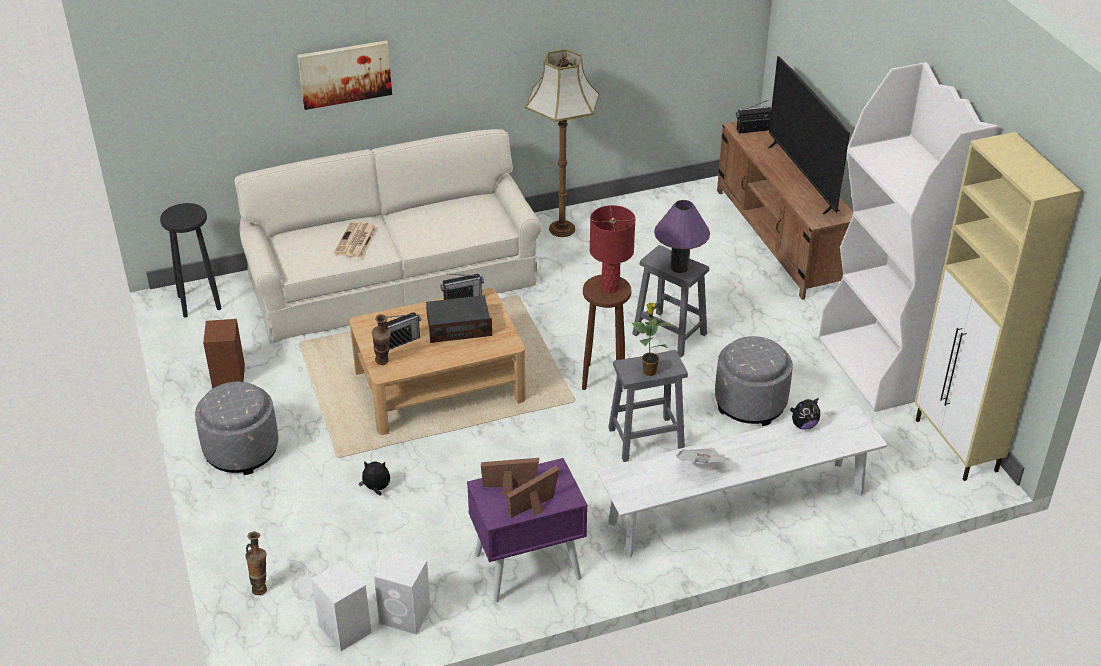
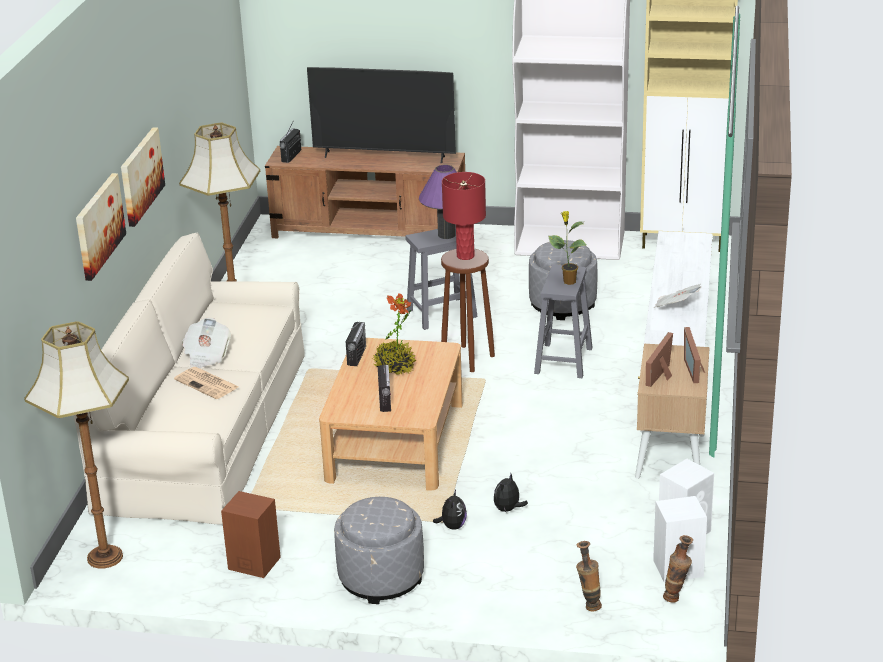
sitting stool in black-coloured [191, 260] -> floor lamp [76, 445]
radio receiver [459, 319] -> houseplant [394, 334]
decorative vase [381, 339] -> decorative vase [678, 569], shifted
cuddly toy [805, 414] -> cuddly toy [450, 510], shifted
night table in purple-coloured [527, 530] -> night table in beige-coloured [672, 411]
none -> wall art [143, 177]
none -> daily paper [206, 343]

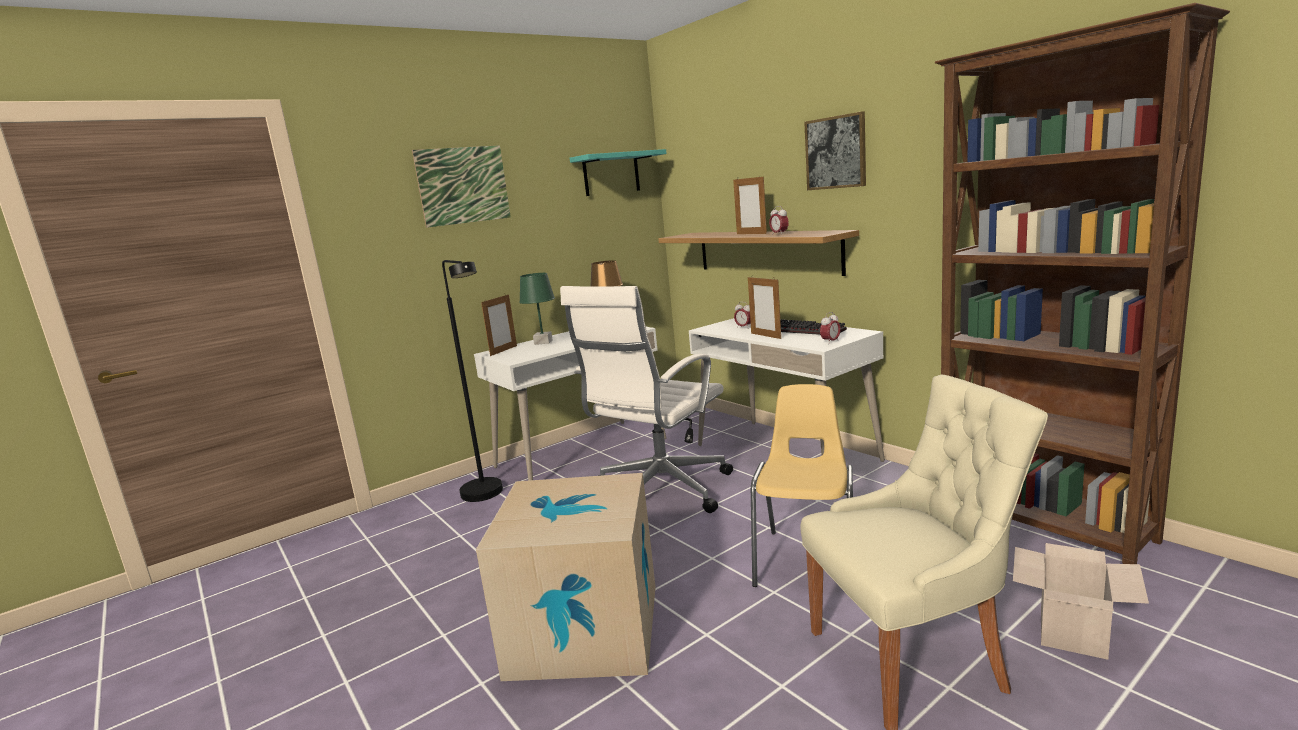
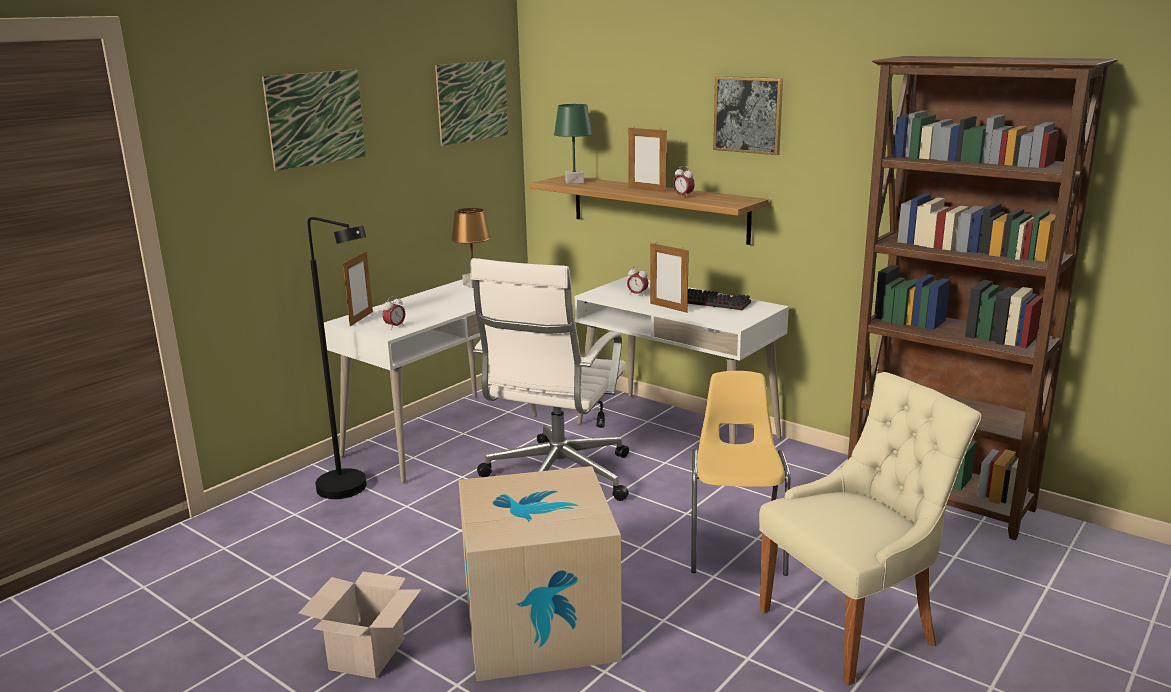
bracket shelf in turquoise-coloured [618, 172] -> wall art [471, 103]
lamp for a table in green [537, 309] -> lamp for a table in green [573, 144], shifted
bedside clock [830, 327] -> bedside clock [393, 313], shifted
cardboard box [1081, 601] -> cardboard box [360, 625], shifted

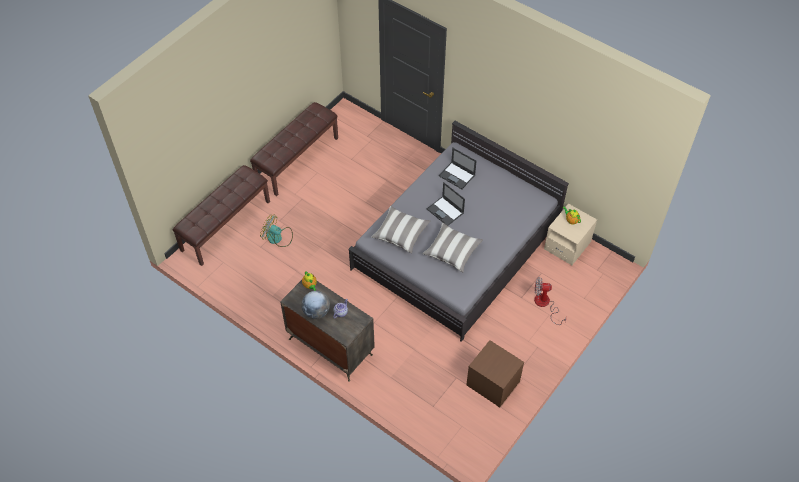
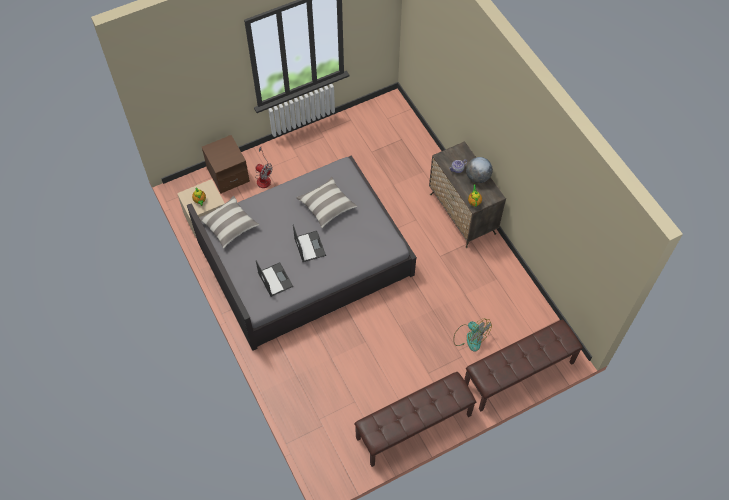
throw pillow [400, 229] -> throw pillow [229, 222], shifted
night table in brown [495, 373] -> night table in brown [226, 164], shifted

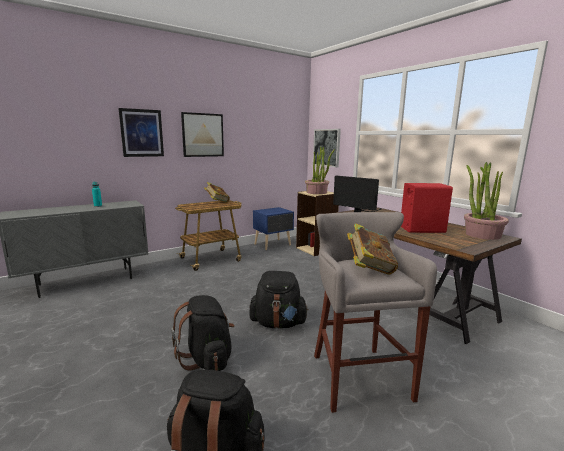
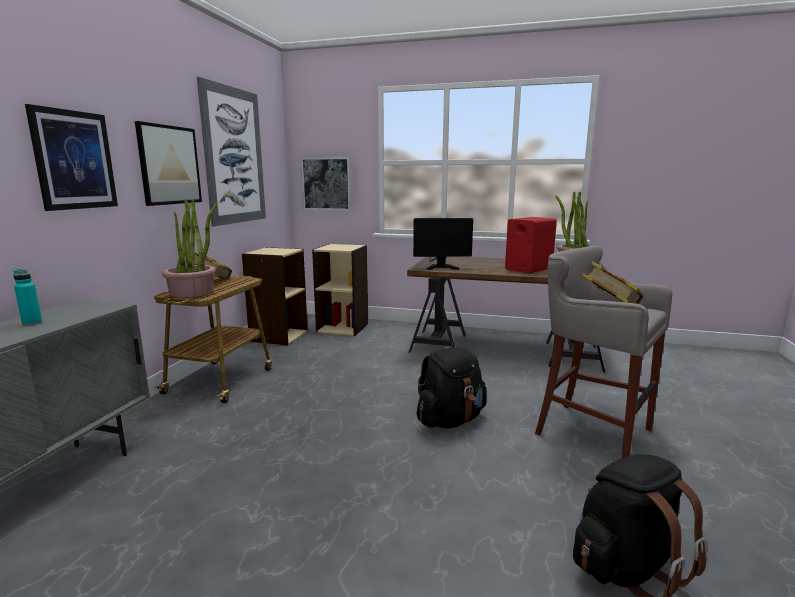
houseplant [320, 170] -> houseplant [189, 248], shifted
night table in blue [273, 228] -> bookshelf in beige-coloured [275, 296]
rucksack in black-coloured [202, 333] -> none
none -> wall art [231, 151]

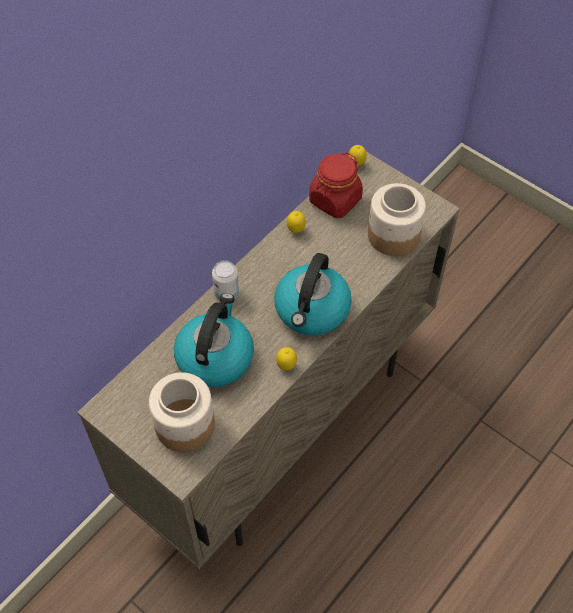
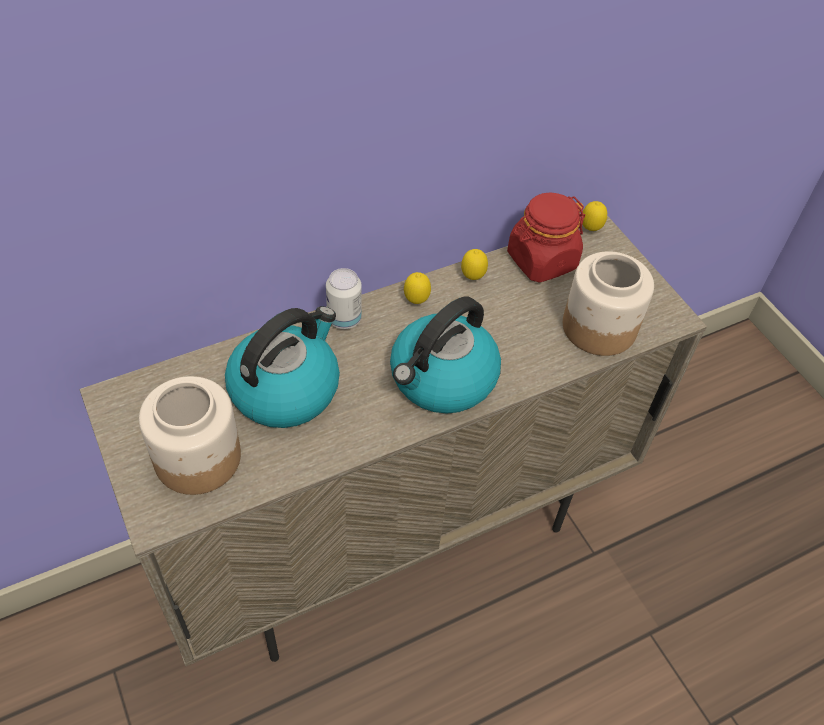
citrus fruit [286, 358] -> citrus fruit [417, 288], shifted

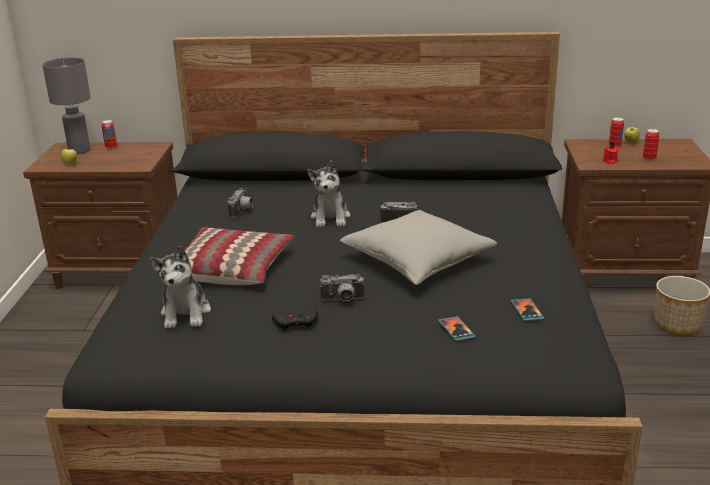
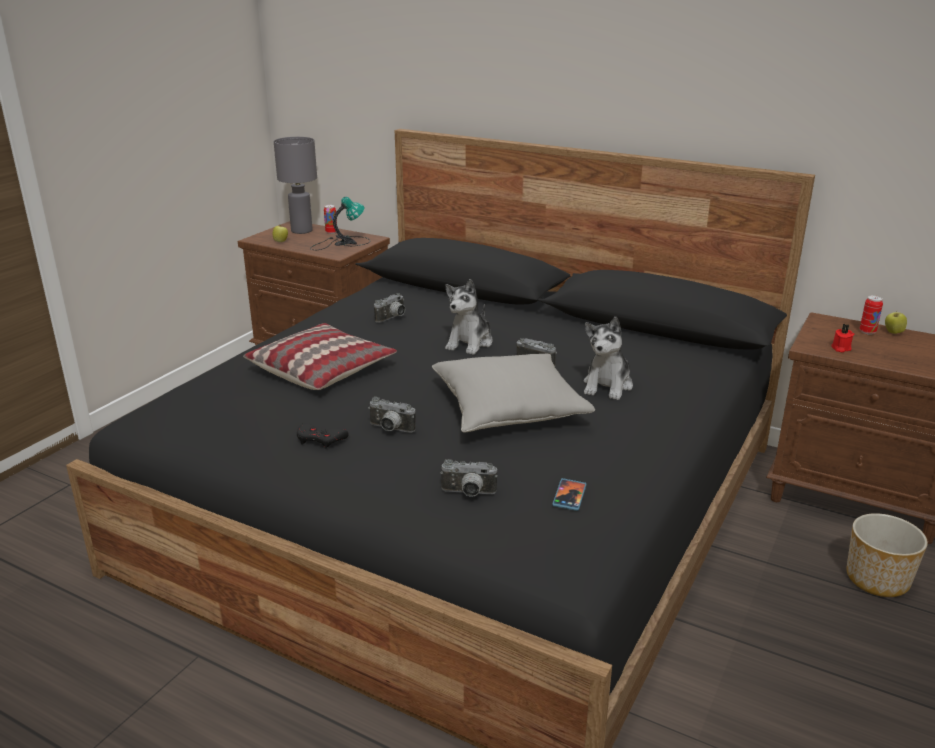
can [651, 144] -> none
cuddly toy [180, 287] -> cuddly toy [608, 358], shifted
handset [457, 328] -> still camera [469, 478]
none -> lamp for a table [340, 223]

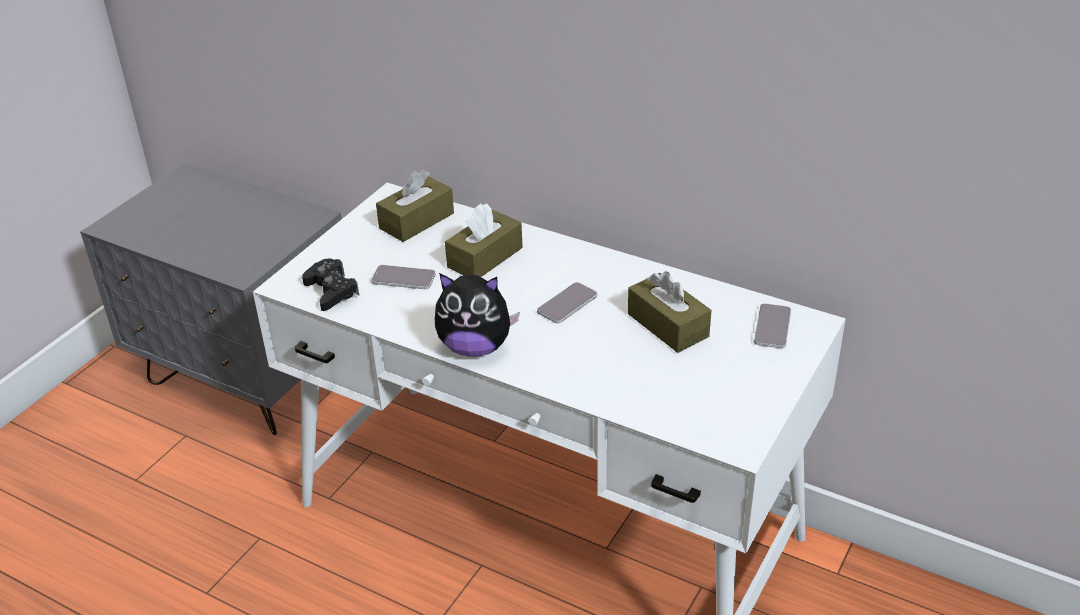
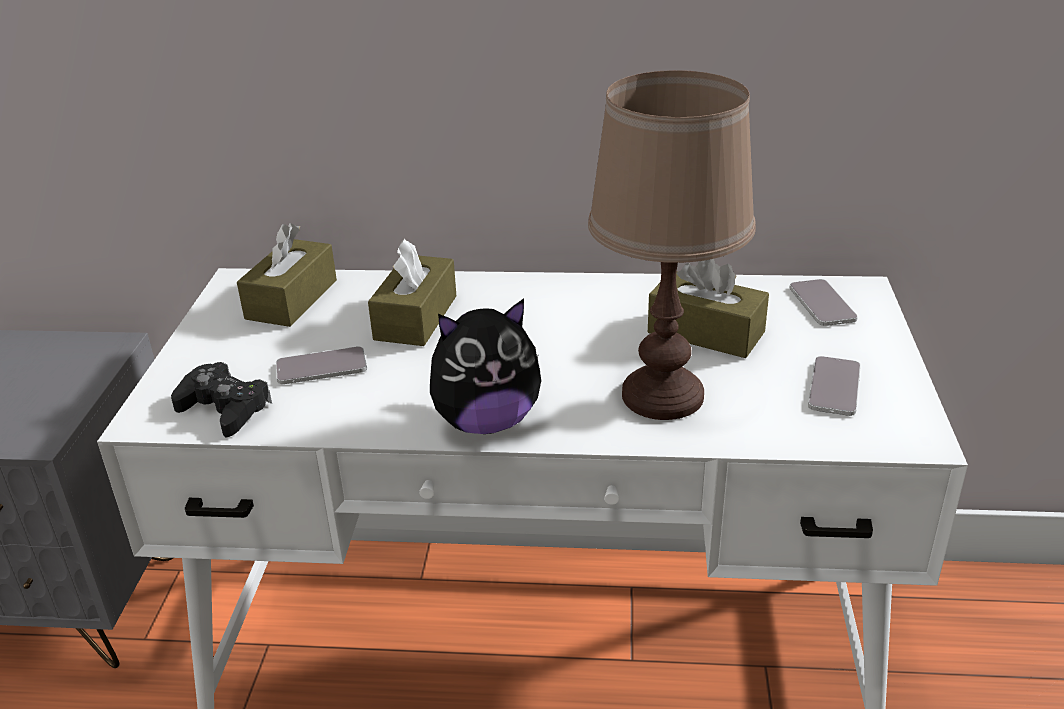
handset [567, 302] -> handset [834, 386], shifted
none -> lamp for a table in brown [672, 245]

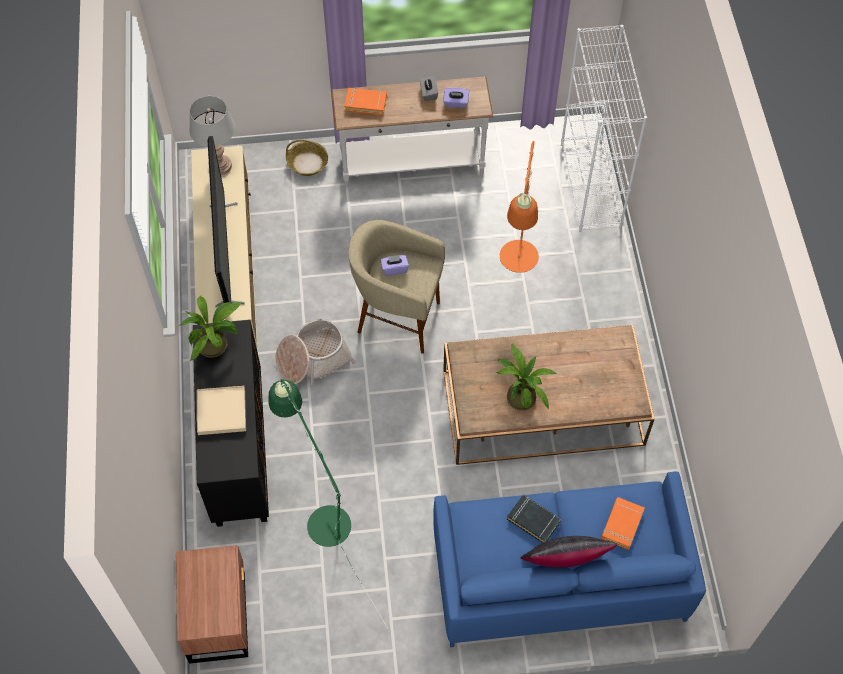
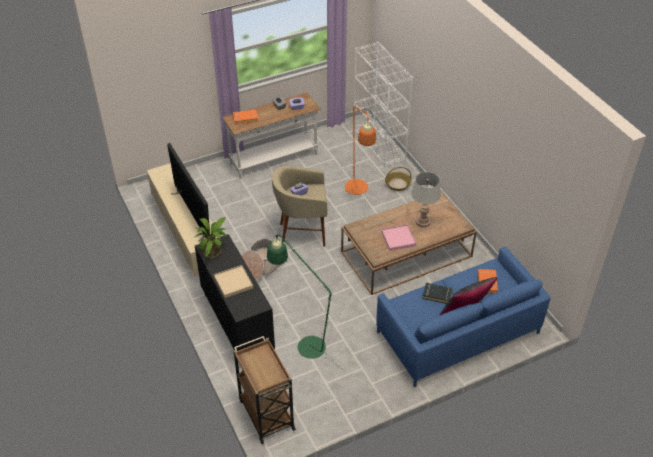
lamp for a table in greyish [212, 135] -> lamp for a table in greyish [426, 200], shifted
storage basket [307, 158] -> storage basket [398, 179], shifted
houseplant [526, 377] -> carrying tray in pinkish [398, 237]
night table in brown [212, 604] -> trolley in brown [265, 390]

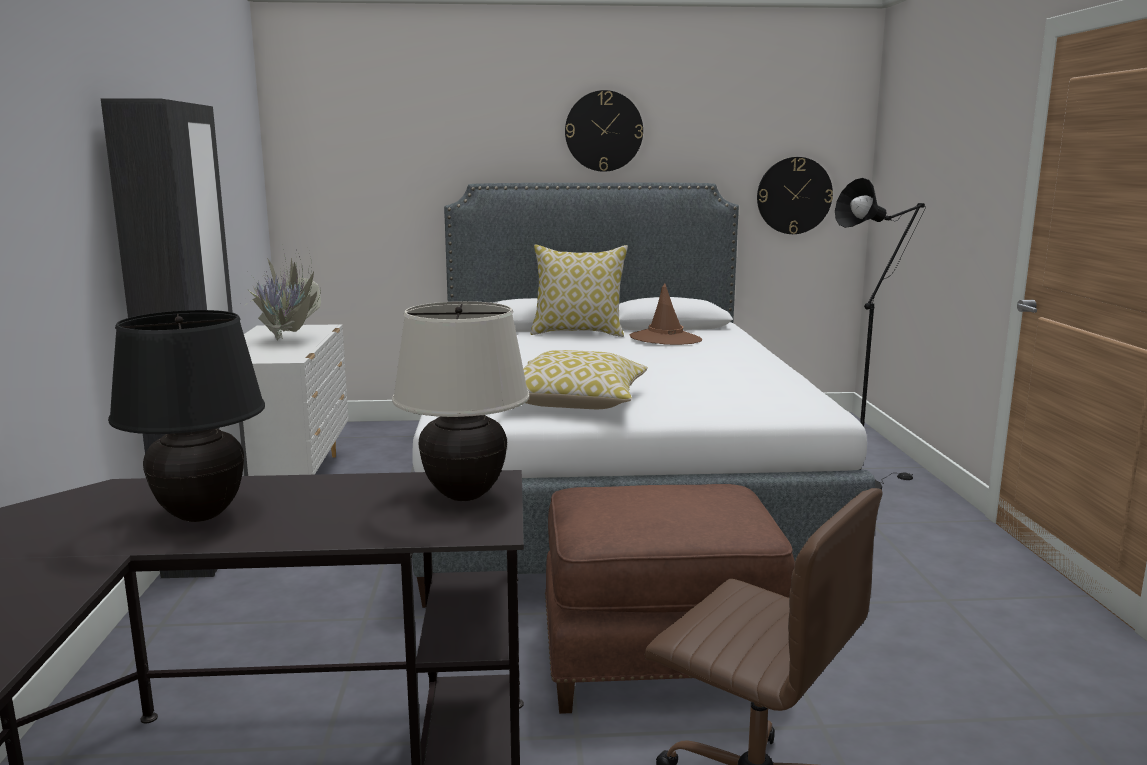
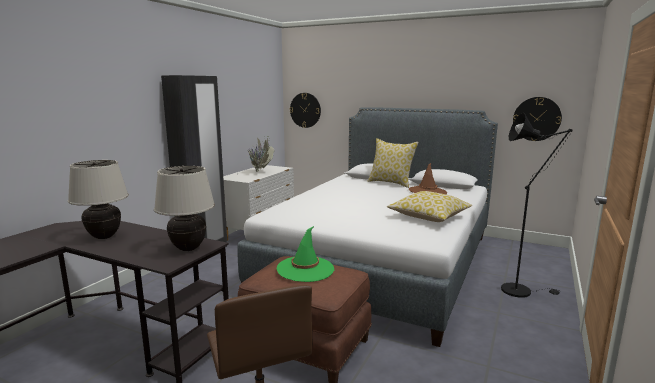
clock on the wall [604, 131] -> clock on the wall [305, 110], shifted
lamp for a table in black-coloured [186, 416] -> lamp for a table in beige-coloured [98, 199]
throw pillow [585, 379] -> throw pillow [429, 206], shifted
none -> wearable hat in green [305, 254]

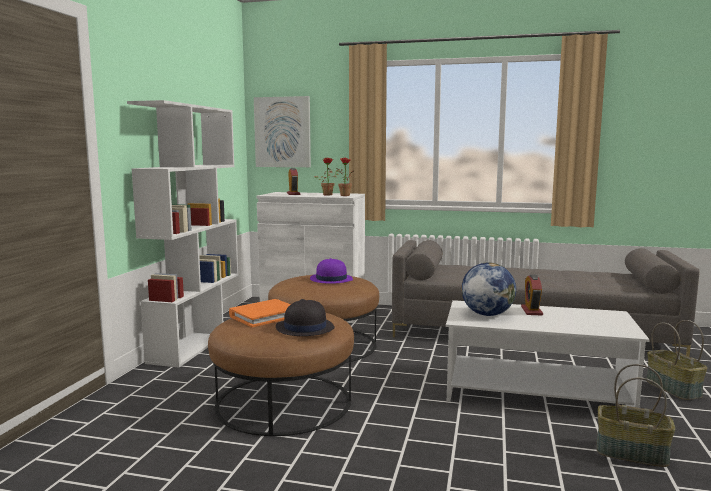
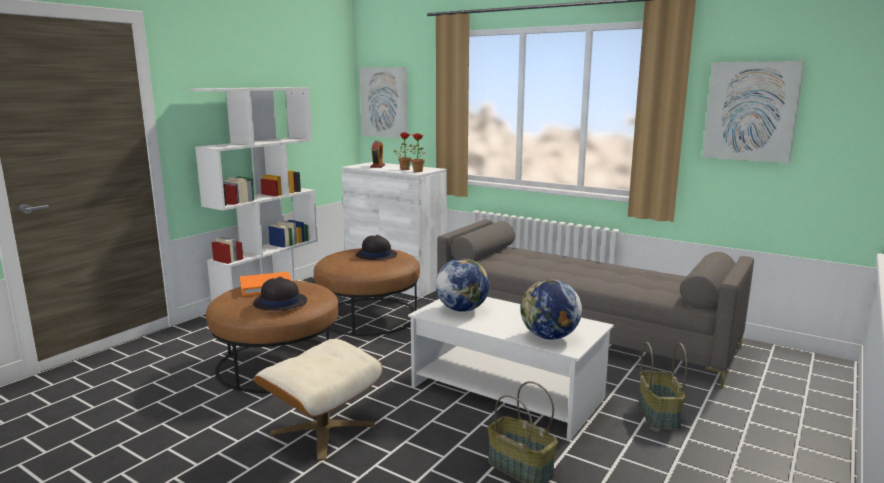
wearable hat in purple-coloured [331, 271] -> wearable hat in black-coloured [376, 247]
bedside clock [532, 294] -> none
none -> wall art [753, 112]
none -> desk globe [551, 309]
none -> footrest in beige-coloured [318, 400]

